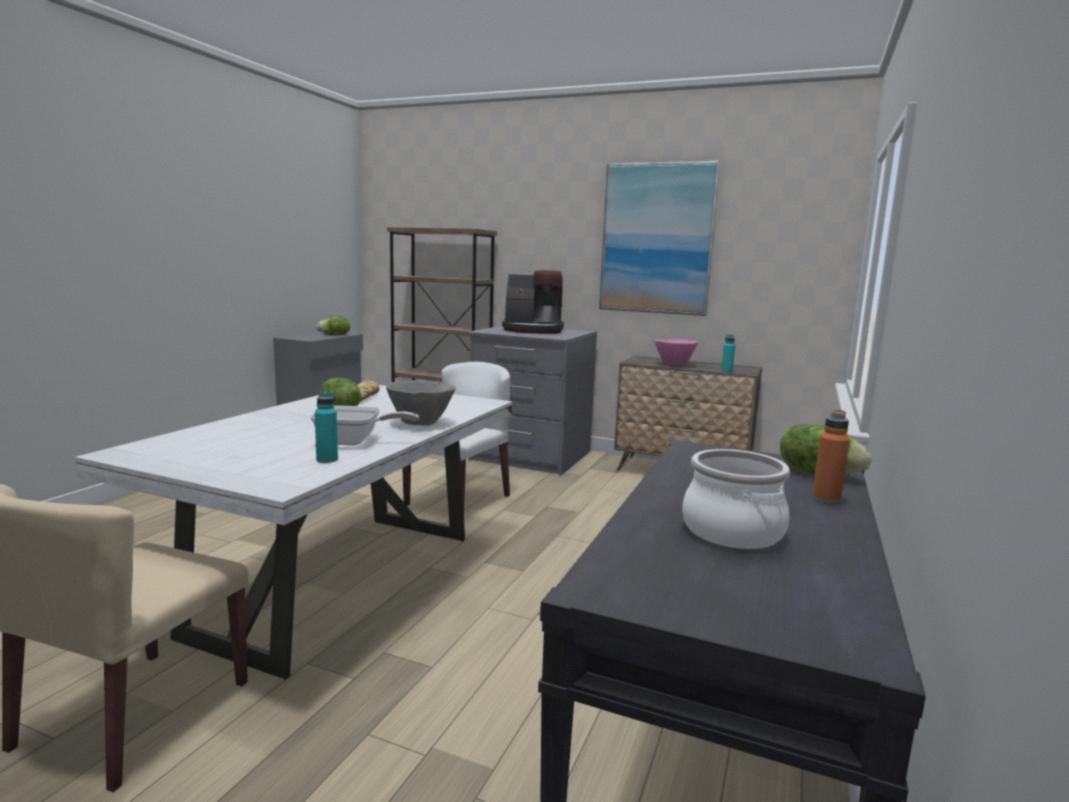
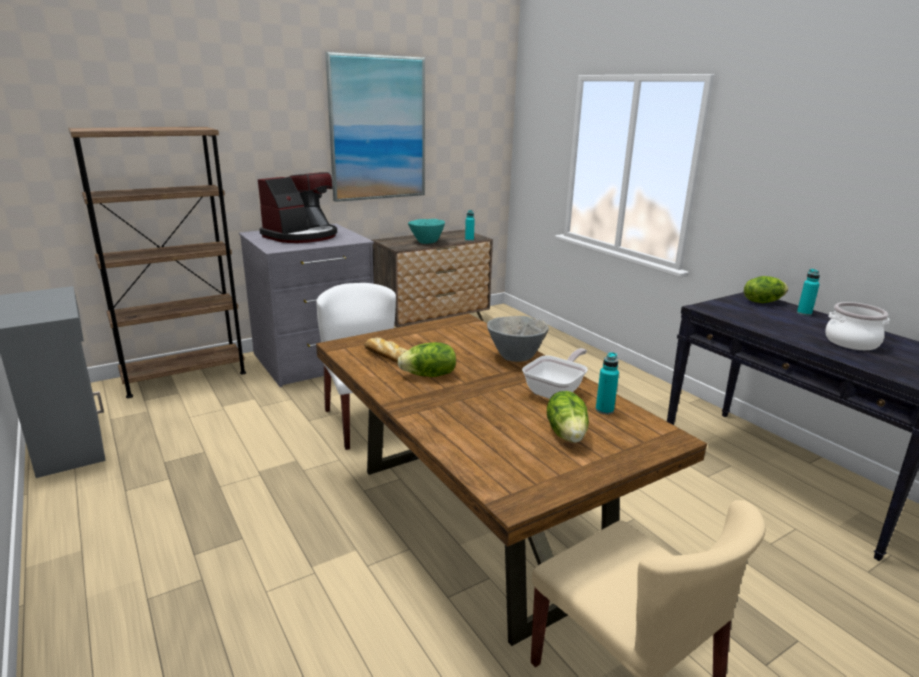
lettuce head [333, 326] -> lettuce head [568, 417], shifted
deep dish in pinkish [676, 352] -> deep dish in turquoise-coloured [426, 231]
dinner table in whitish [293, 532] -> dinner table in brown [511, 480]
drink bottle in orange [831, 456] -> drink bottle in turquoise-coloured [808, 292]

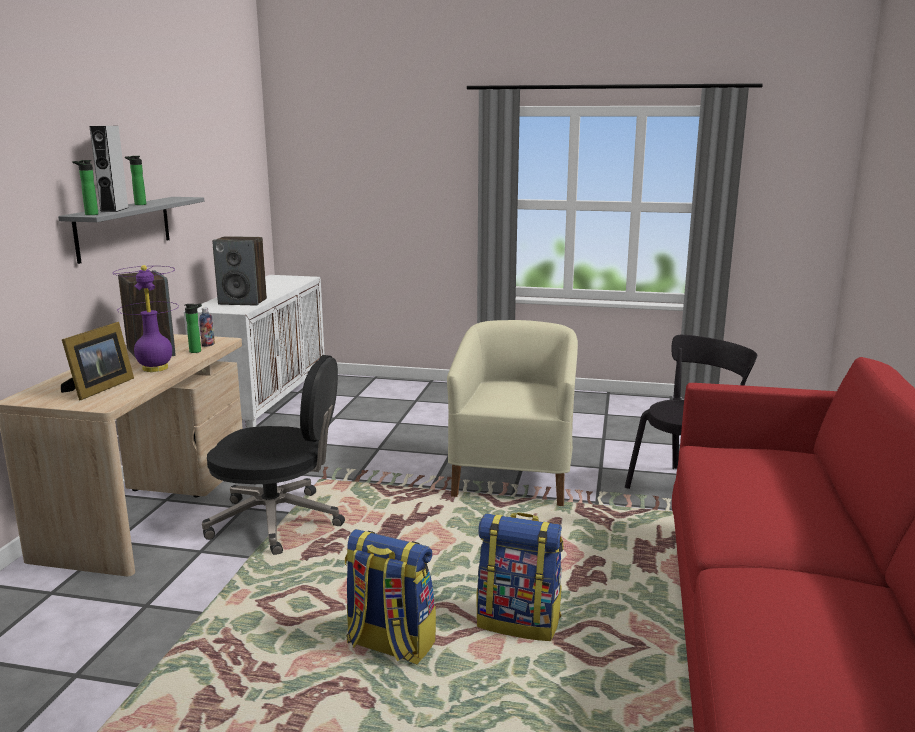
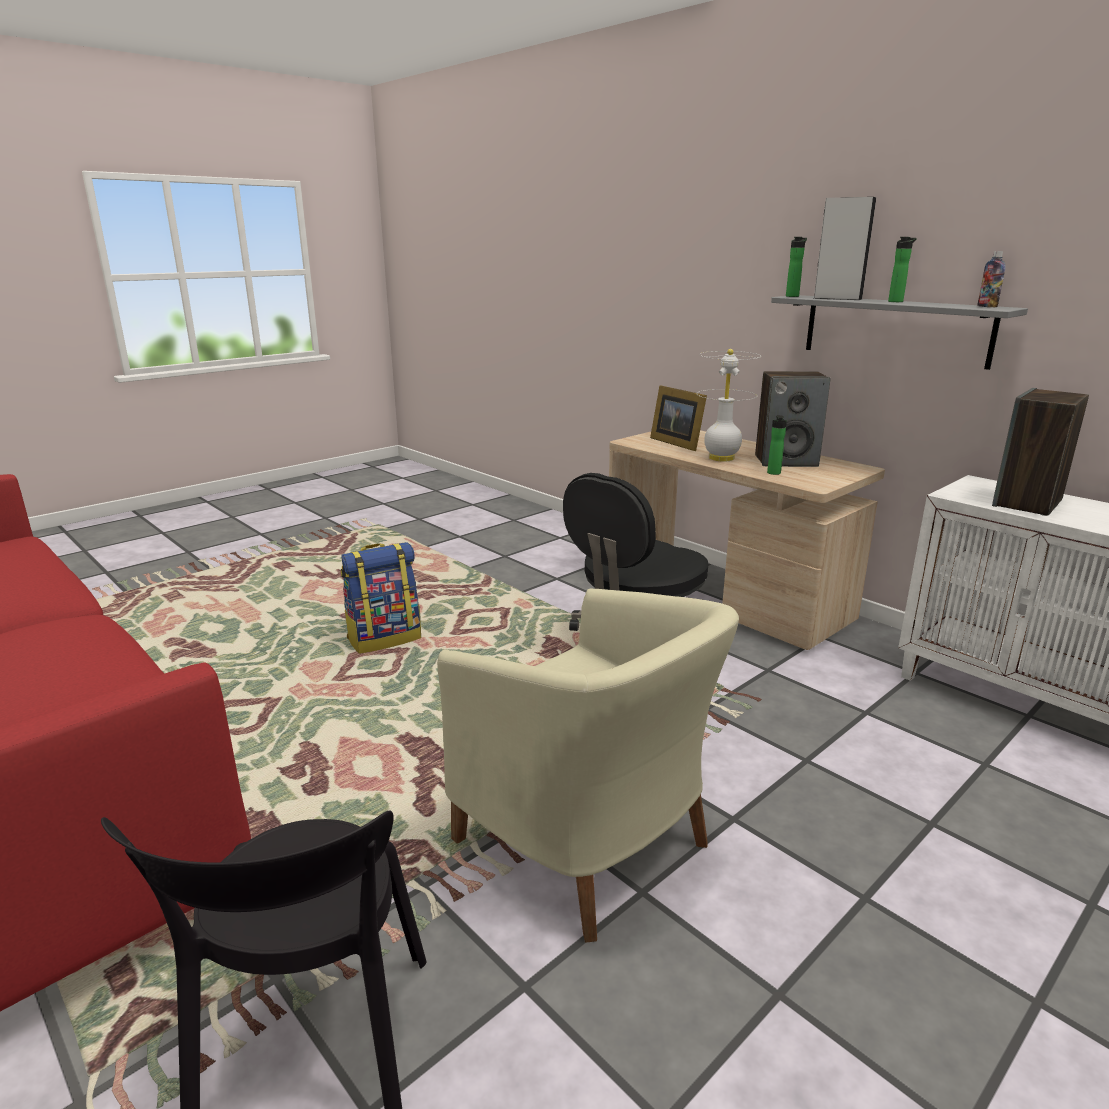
lamp for a table in purple-coloured [146, 318] -> lamp for a table in whitish [729, 405]
drink bottle [207, 327] -> drink bottle [991, 279], shifted
rucksack [520, 577] -> none

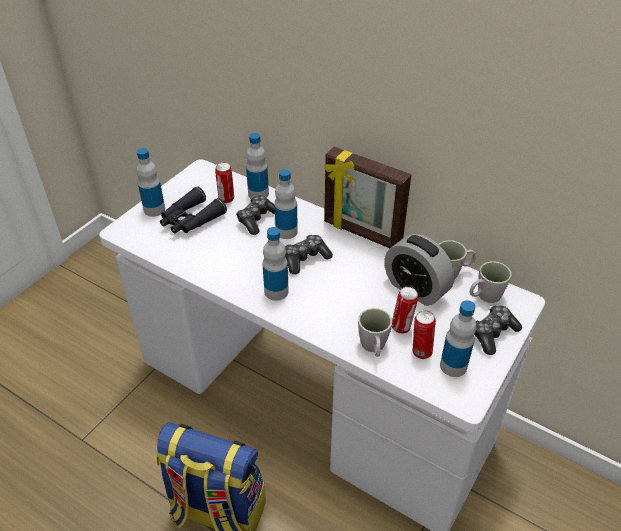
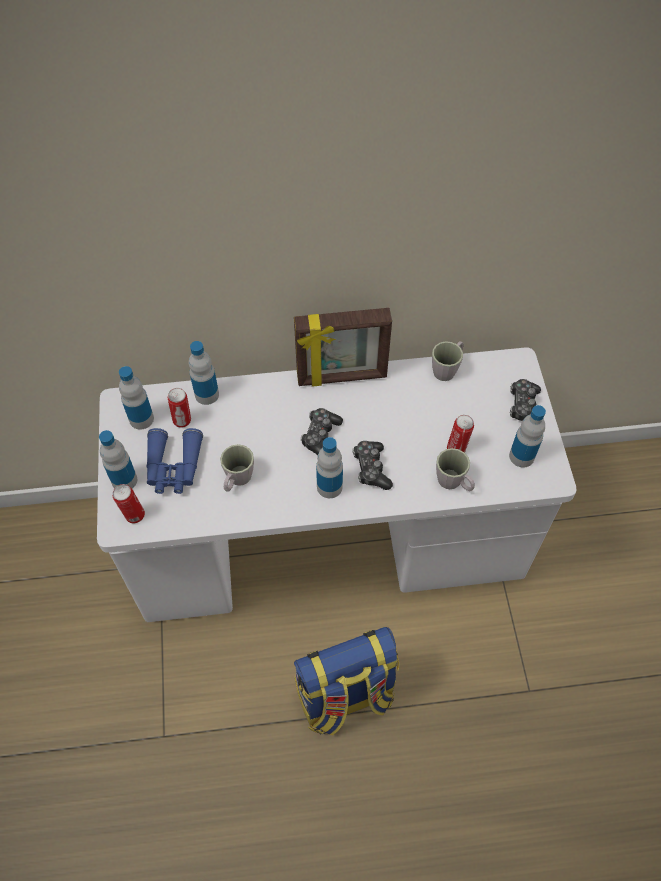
drink bottle [286, 204] -> drink bottle [136, 398], shifted
binoculars in black-coloured [193, 209] -> binoculars in blue [174, 461]
game controller [255, 215] -> game controller [373, 465], shifted
bedside clock [419, 270] -> none
coffee mug in greyish [491, 282] -> coffee mug in greyish [237, 468], shifted
can [424, 334] -> can [129, 503], shifted

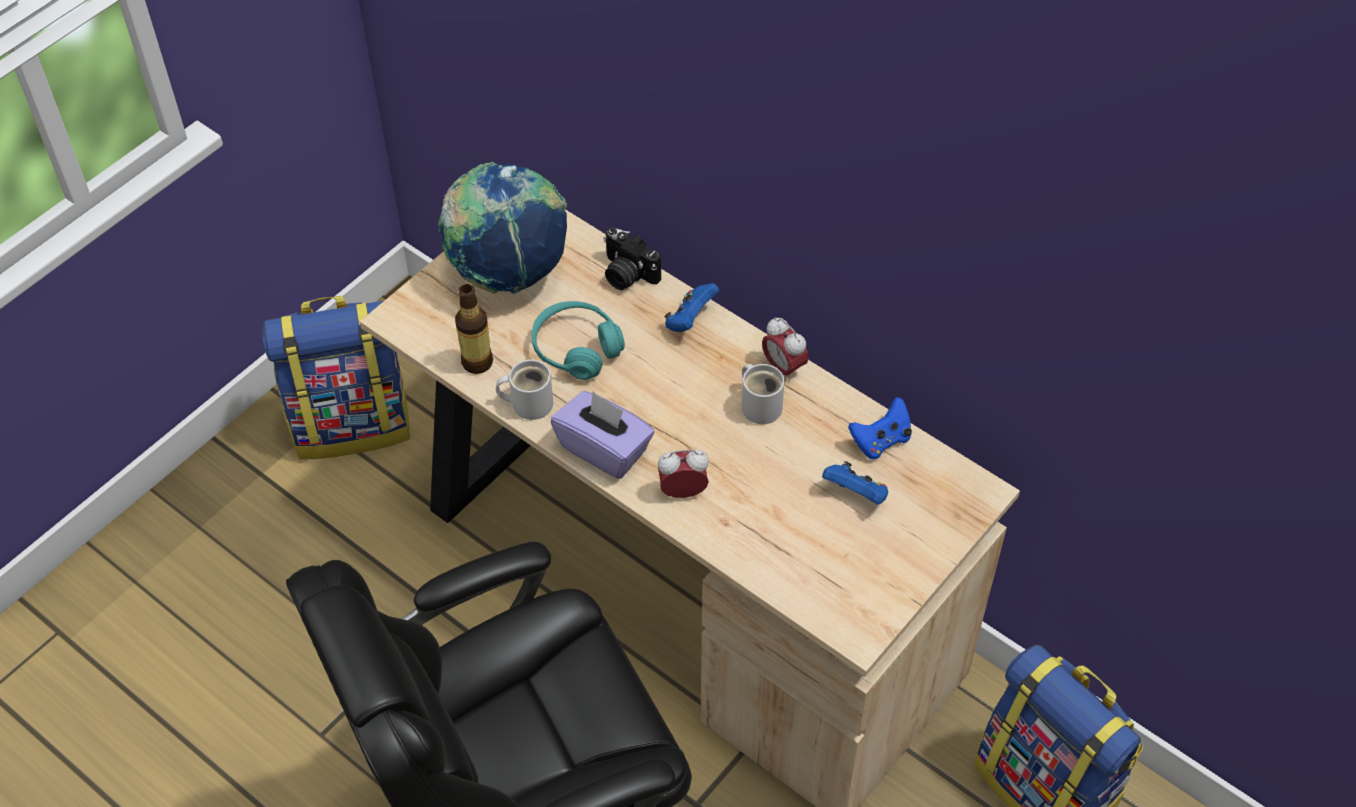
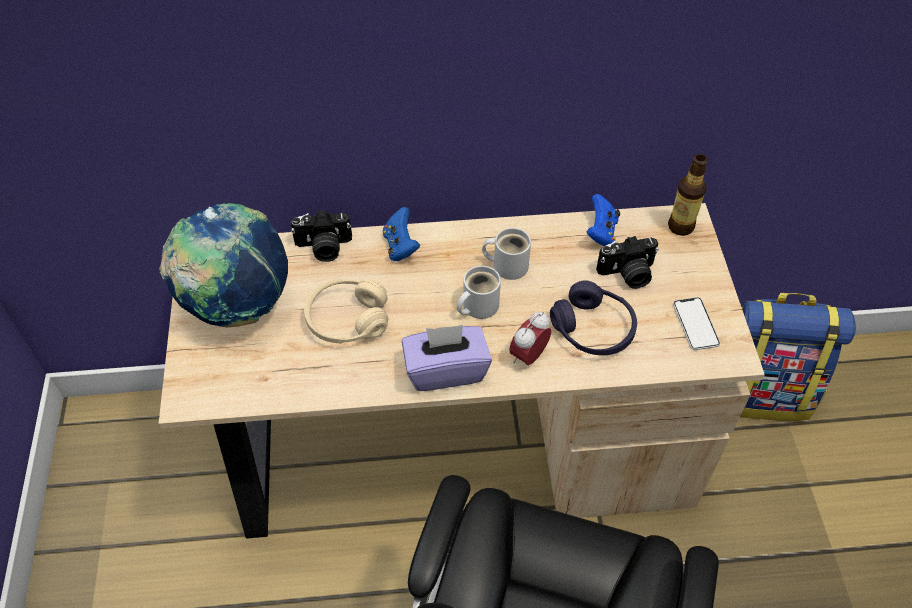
drink bottle [474, 329] -> drink bottle [687, 195], shifted
rucksack [336, 377] -> none
pair of headphones in turquoise-coloured [578, 340] -> pair of headphones in beige-coloured [346, 311]
bedside clock [785, 349] -> none
coffee mug in whitish [524, 390] -> coffee mug in whitish [479, 292], shifted
game controller in blue [855, 483] -> still camera [627, 262]
none -> pair of headphones in purple-coloured [593, 317]
none -> handset [696, 323]

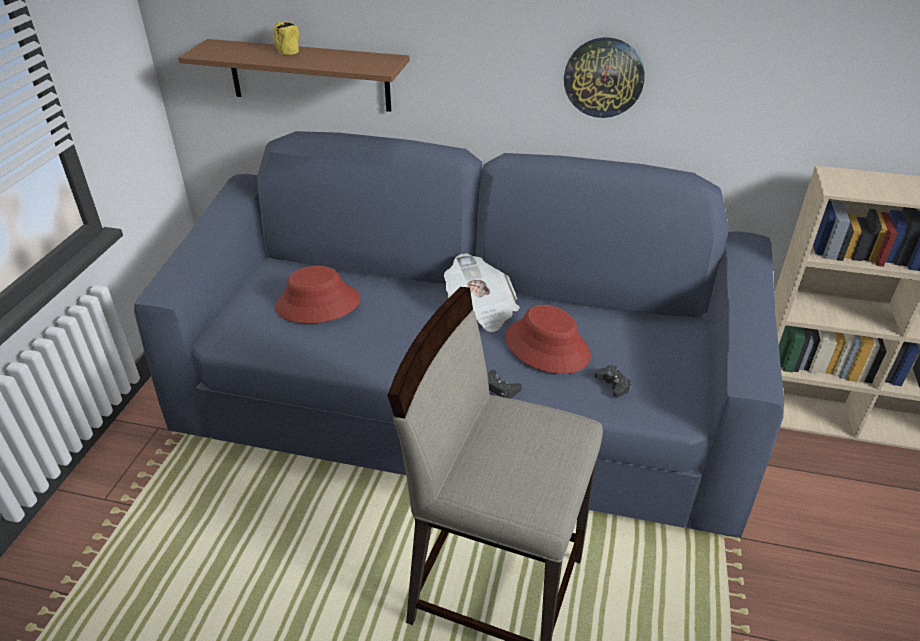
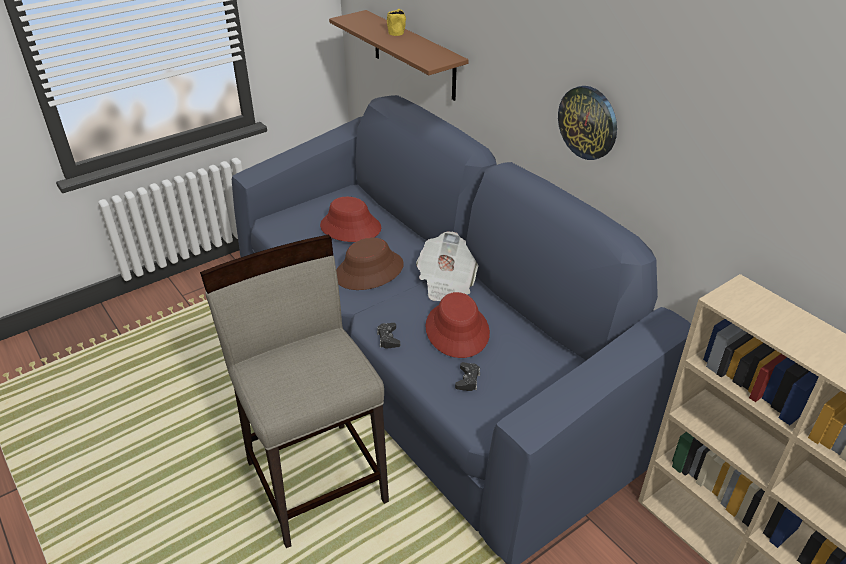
none -> wearable hat in brown [370, 264]

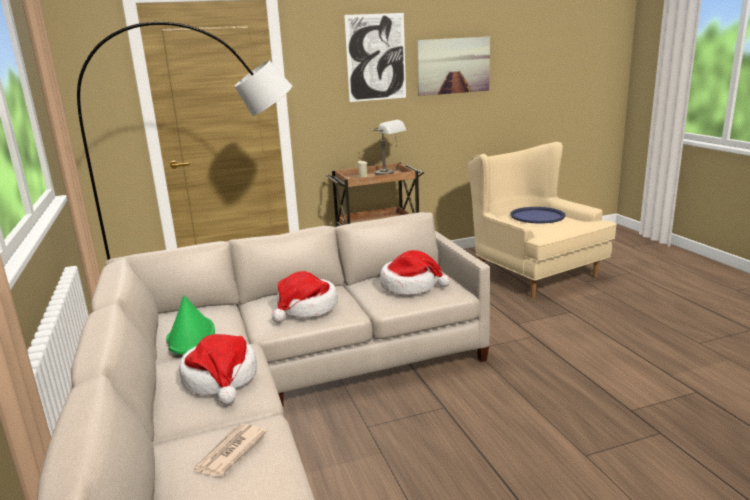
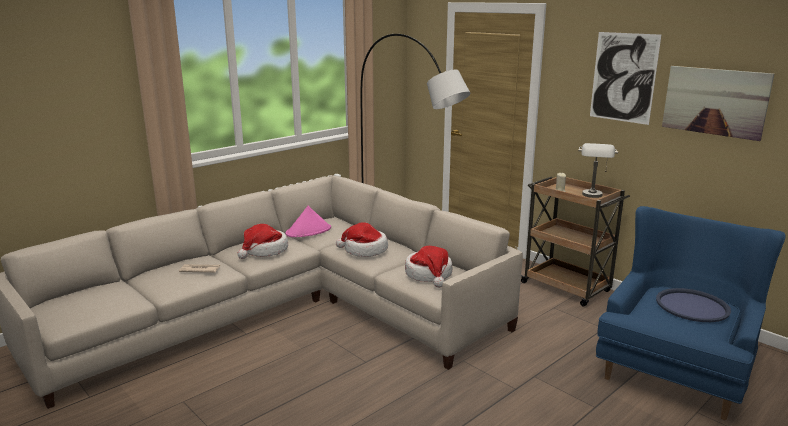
easy chair in beige-coloured [542, 220] -> easy chair in blue [691, 313]
wearable hat in green [190, 325] -> wearable hat in pinkish [308, 221]

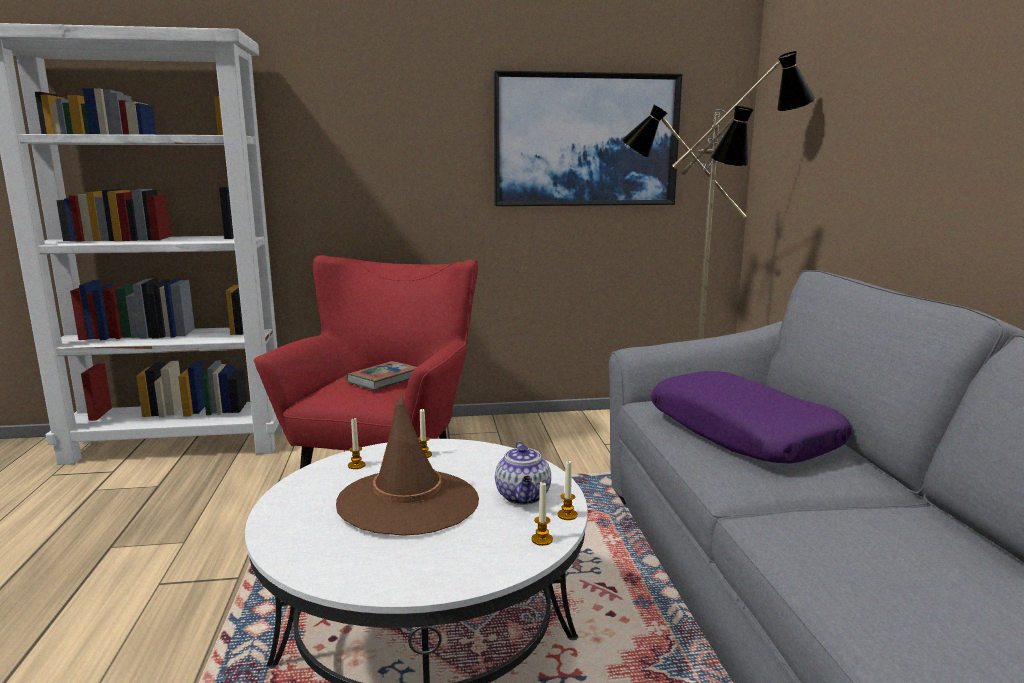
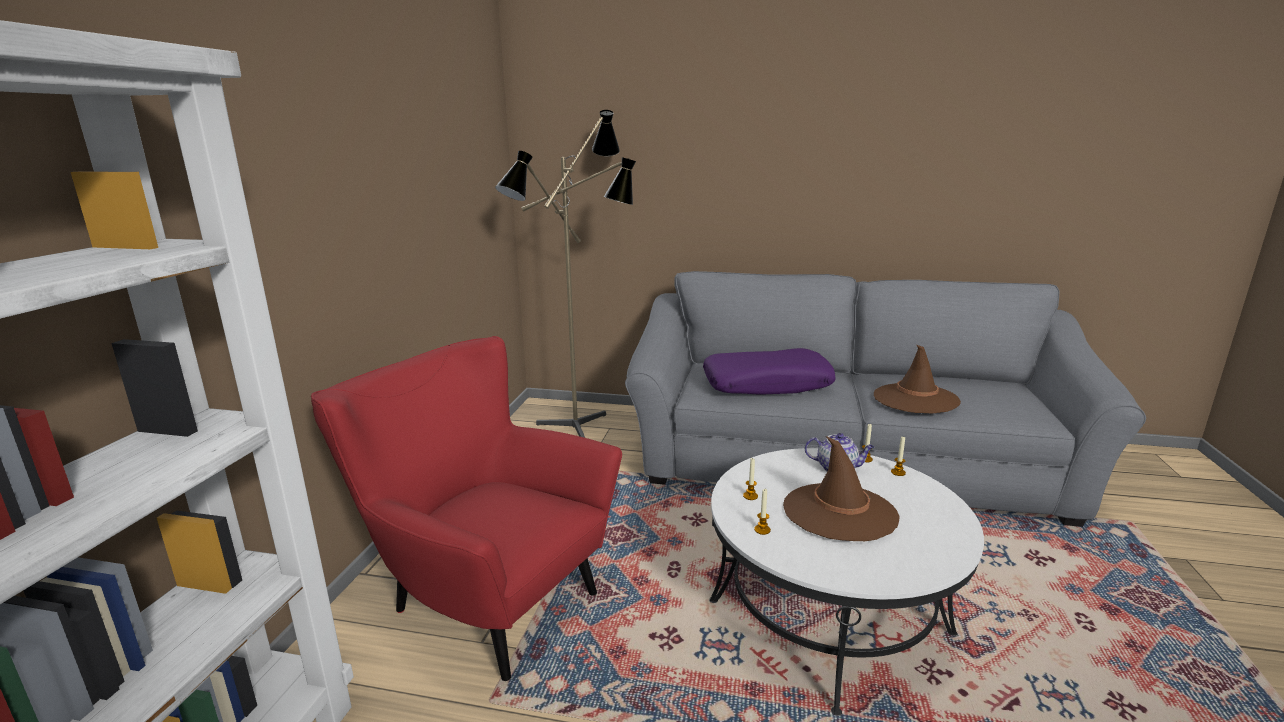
wall art [587, 138] -> none
bound book [381, 375] -> none
none -> wearable hat in brown [917, 379]

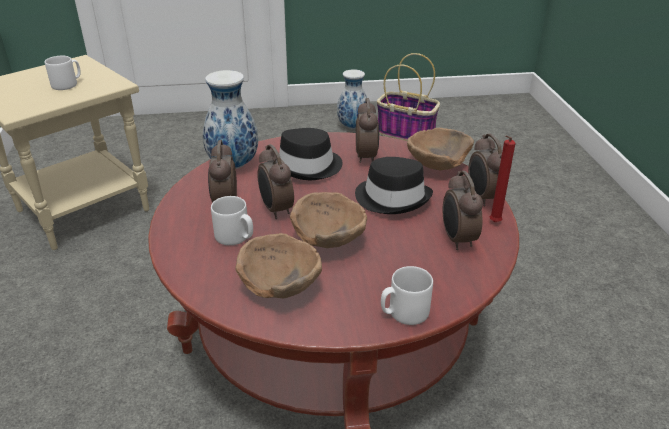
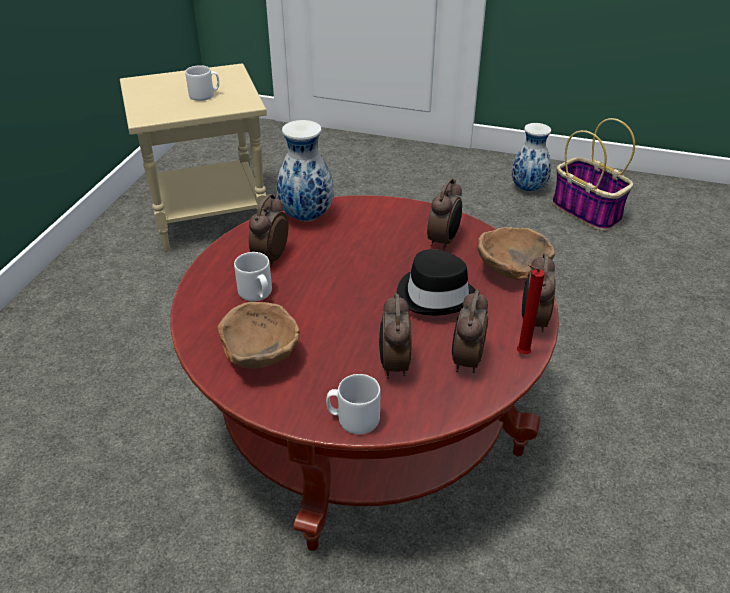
wearable hat in black-coloured [309, 154] -> none
bedside clock [275, 181] -> bedside clock [395, 335], shifted
deep dish in brown [328, 220] -> none

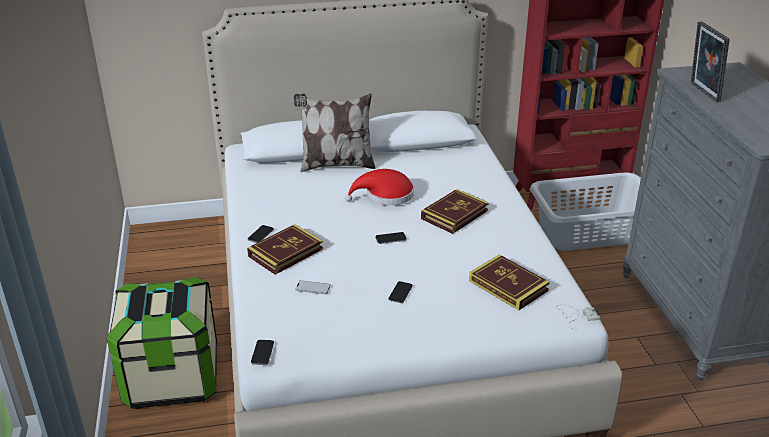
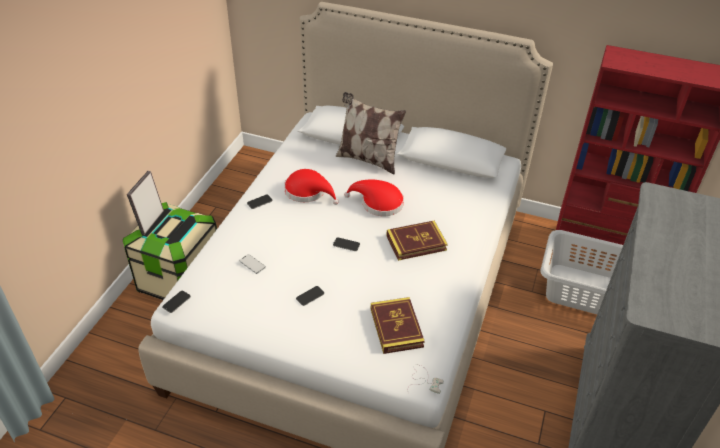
picture frame [710, 62] -> picture frame [145, 203], shifted
bound book [285, 249] -> none
none -> wearable hat in red-coloured [311, 187]

